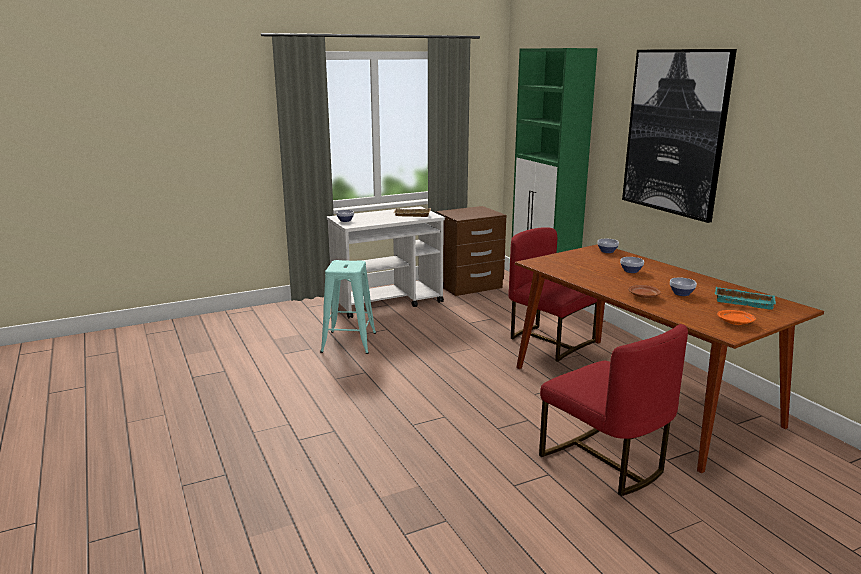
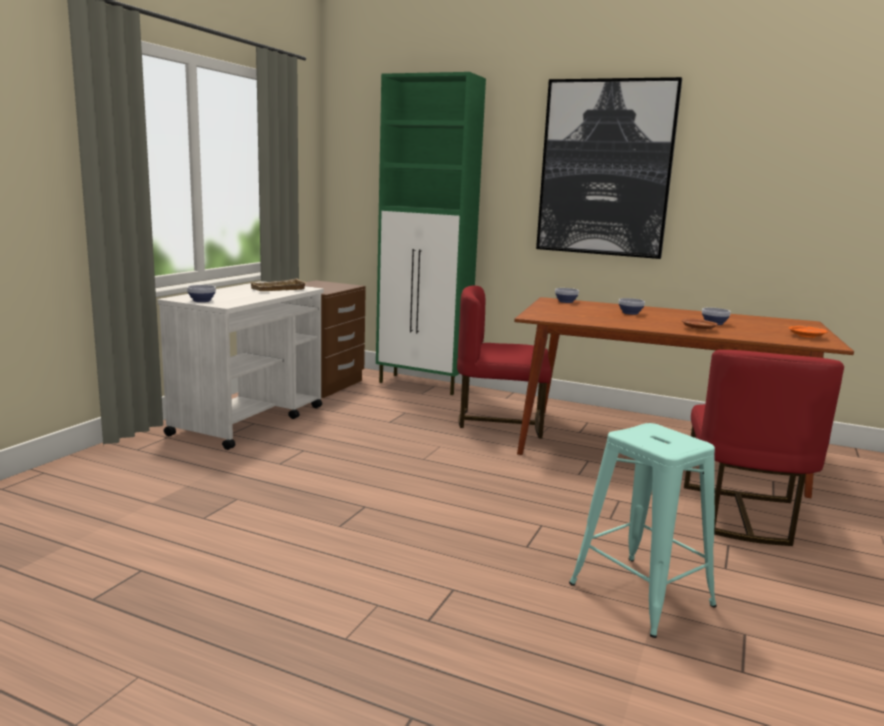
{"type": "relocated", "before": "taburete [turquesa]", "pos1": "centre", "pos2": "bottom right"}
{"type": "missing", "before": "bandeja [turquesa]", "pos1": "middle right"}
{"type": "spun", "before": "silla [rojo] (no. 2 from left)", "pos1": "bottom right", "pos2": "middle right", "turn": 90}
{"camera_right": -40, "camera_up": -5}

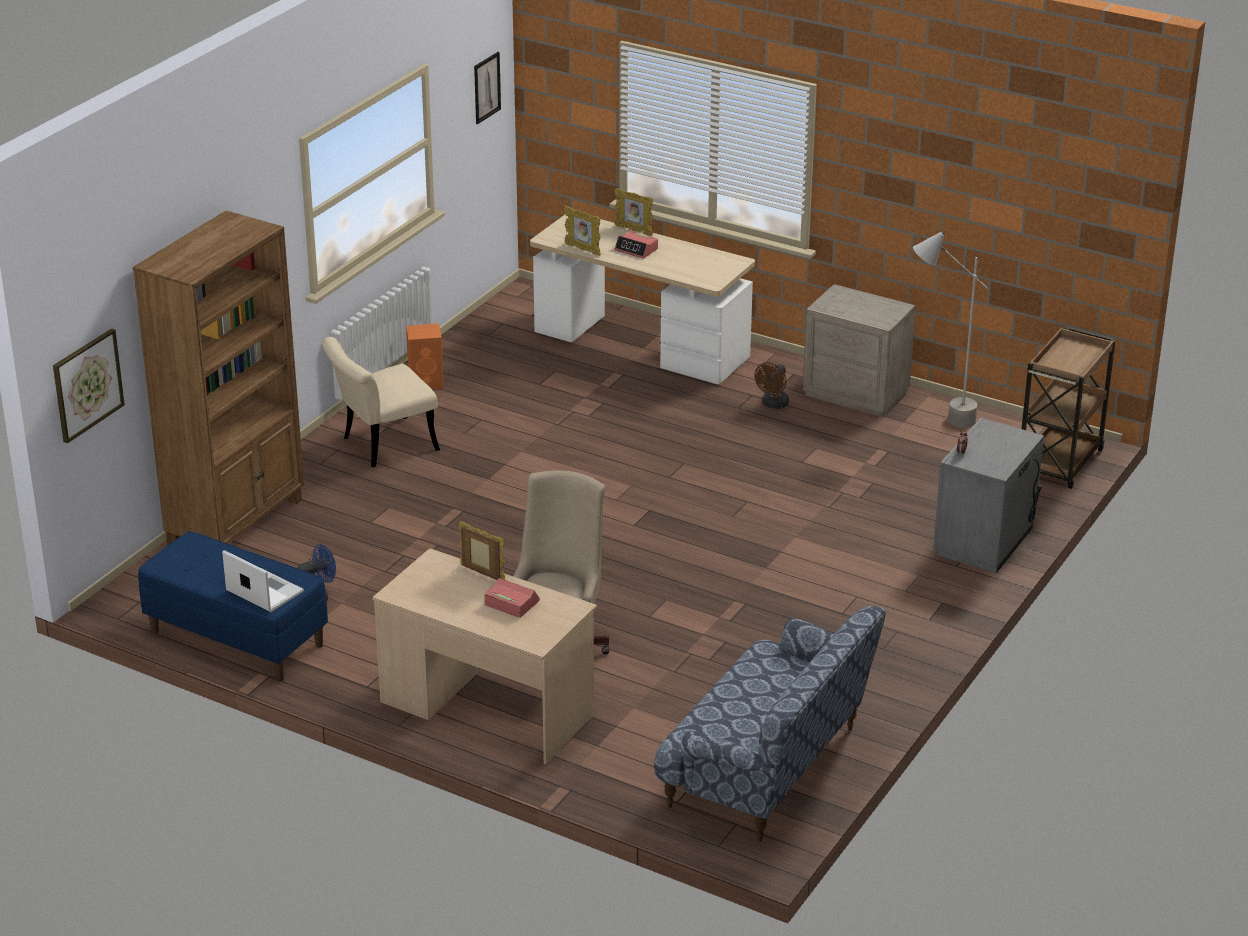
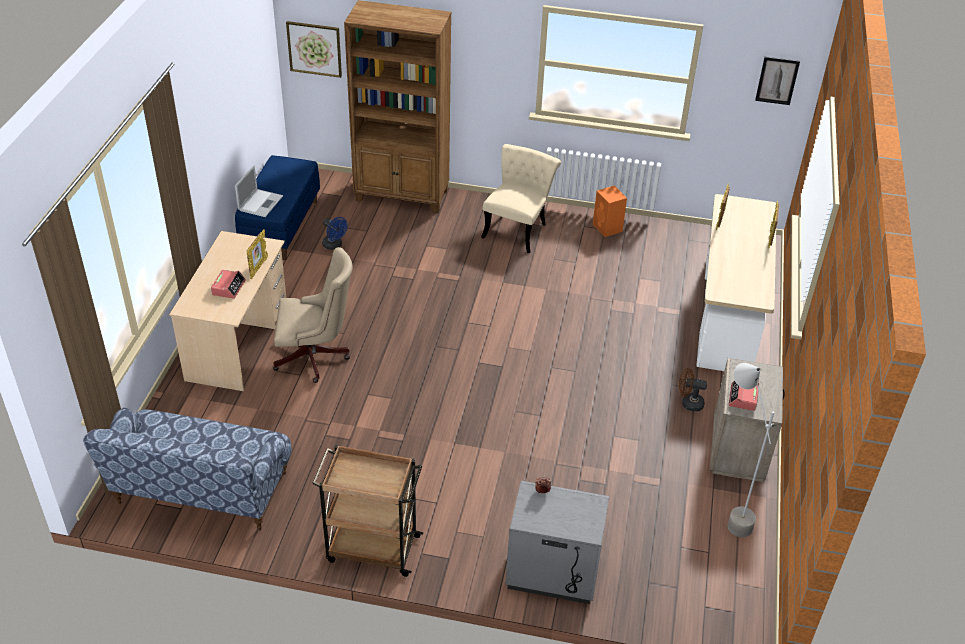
{"type": "relocated", "before": "despertador (no. 2 from left in the first image)", "after": "despertador (no. 3 from left)", "pos1": "top centre", "pos2": "middle right"}
{"type": "relocated", "before": "carrito [marrón]", "pos1": "middle right", "pos2": "bottom centre"}
{"type": "spun", "before": "silla [beis]", "pos1": "middle left", "pos2": "top centre", "turn": 75}
{"camera_right": 70, "camera_up": 10}

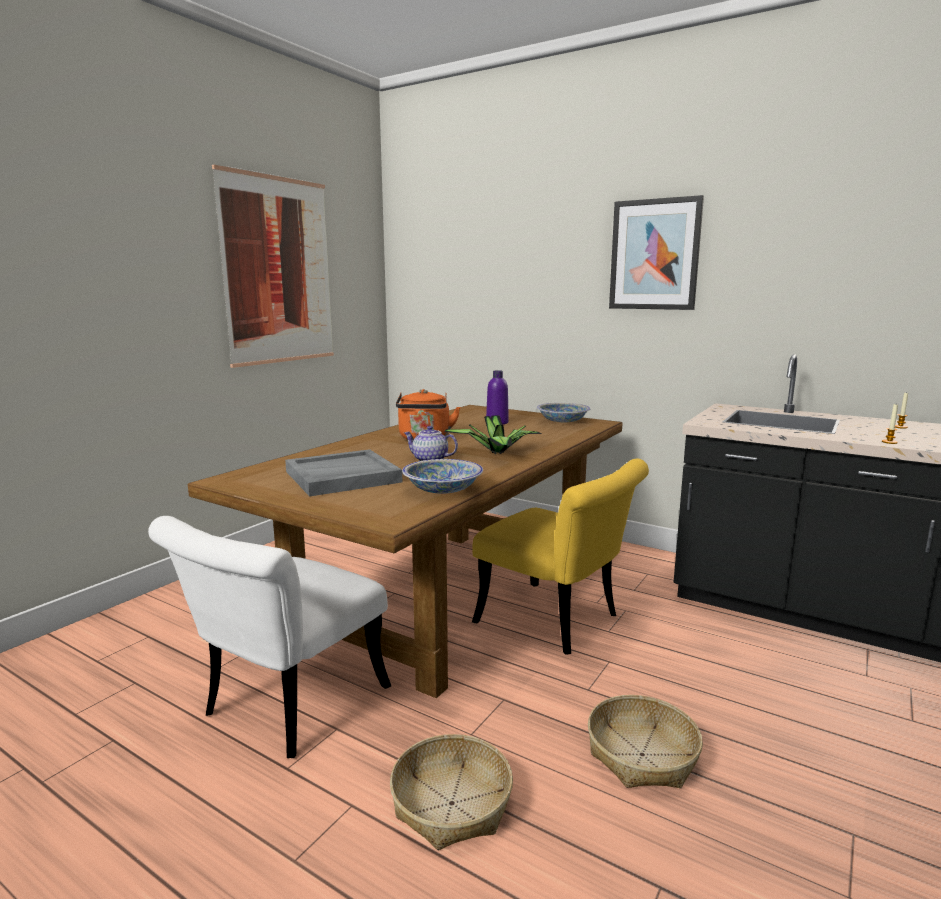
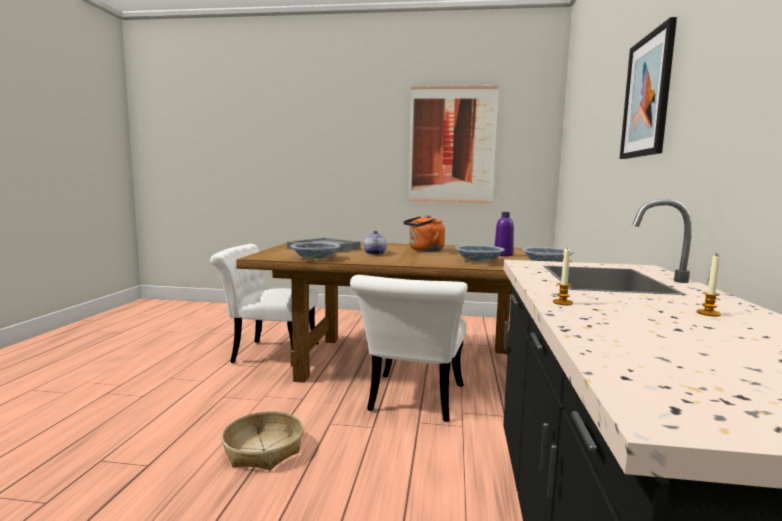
{"type": "missing", "before": "planta en maceta", "pos1": "centre"}
{"type": "colour", "before": "silla [amarillo]", "after": "silla [blanco] (no. 2 from left)", "pos1": "centre", "pos2": "bottom centre"}
{"type": "missing", "before": "cesta (no. 1 from left)", "pos1": "bottom centre"}
{"type": "appeared", "after": "cuenco (no. 2 from left)", "pos2": "centre"}
{"camera_right": 65, "camera_up": -5}

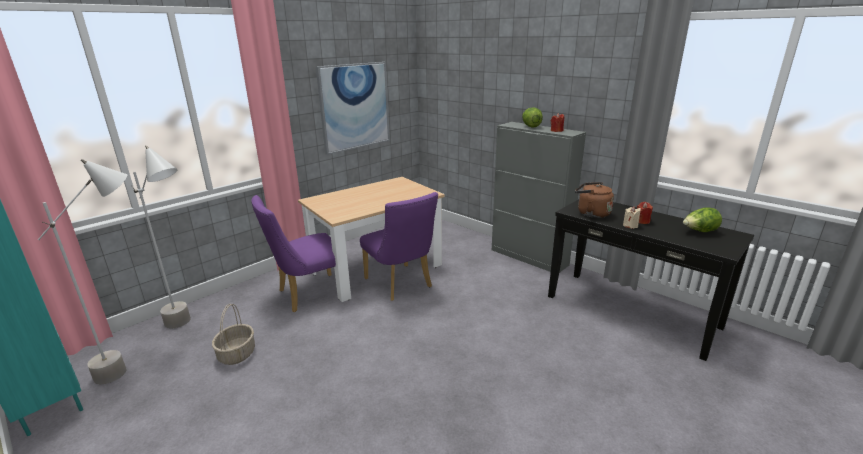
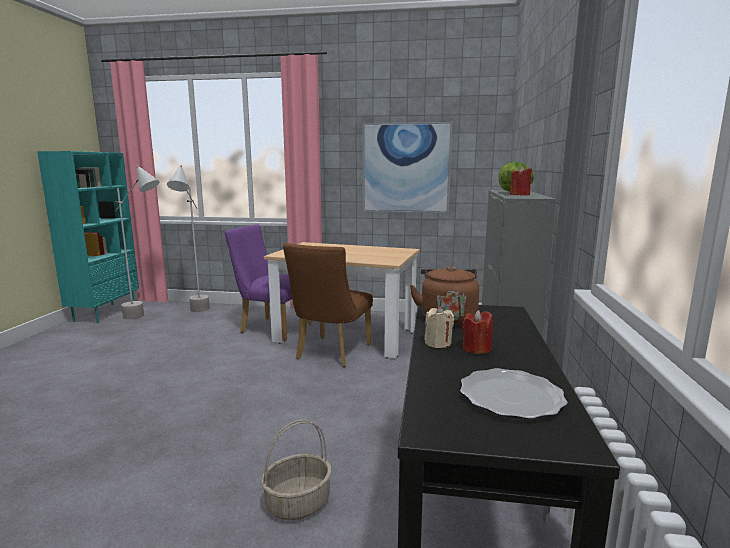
{"type": "colour", "before": "silla [morado] (no. 2 from left)", "after": "silla [marrón]", "pos1": "centre", "pos2": "centre"}
{"type": "exchanged", "before": "lechuga (no. 2 from left)", "after": "plato", "pos1": "middle right", "pos2": "bottom right"}
{"type": "relocated", "before": "cesta", "pos1": "bottom left", "pos2": "bottom centre"}
{"camera_right": 55, "camera_up": -10}

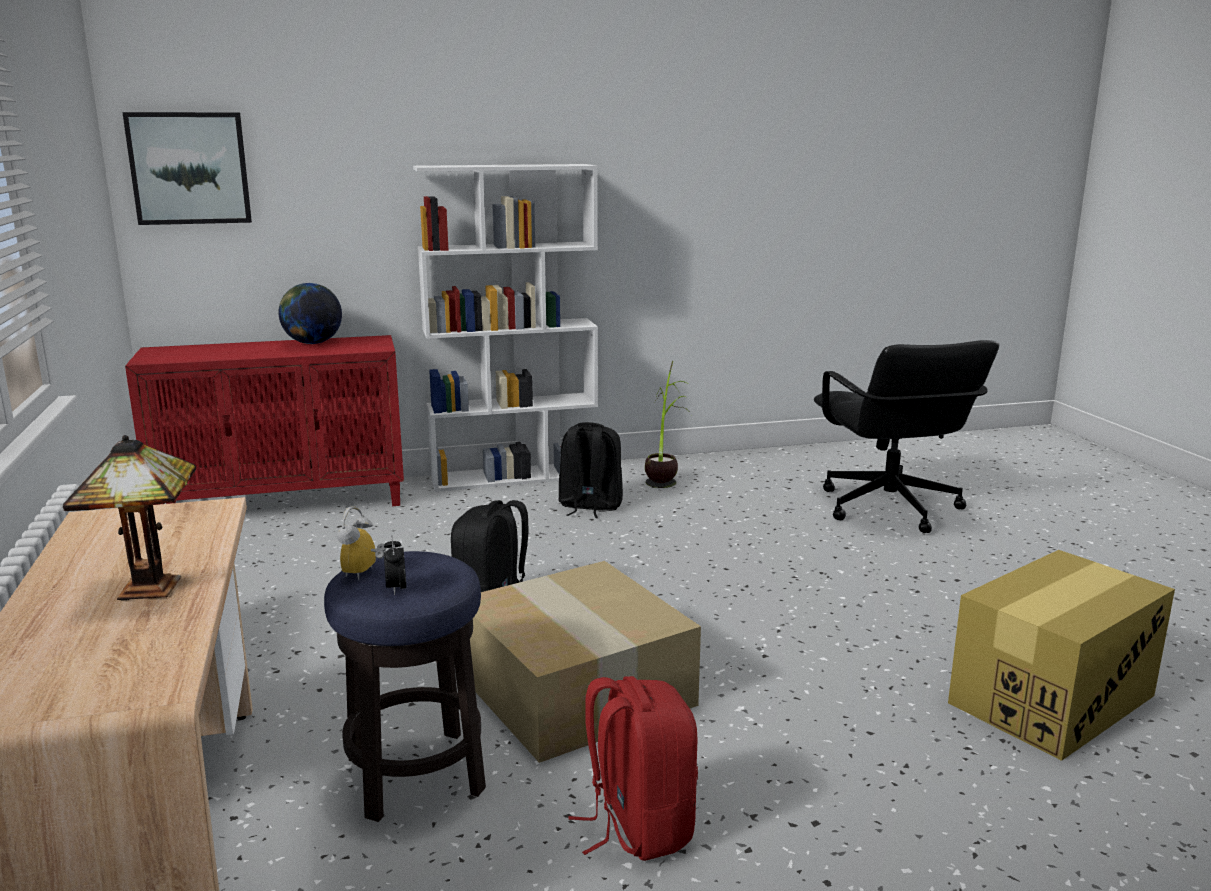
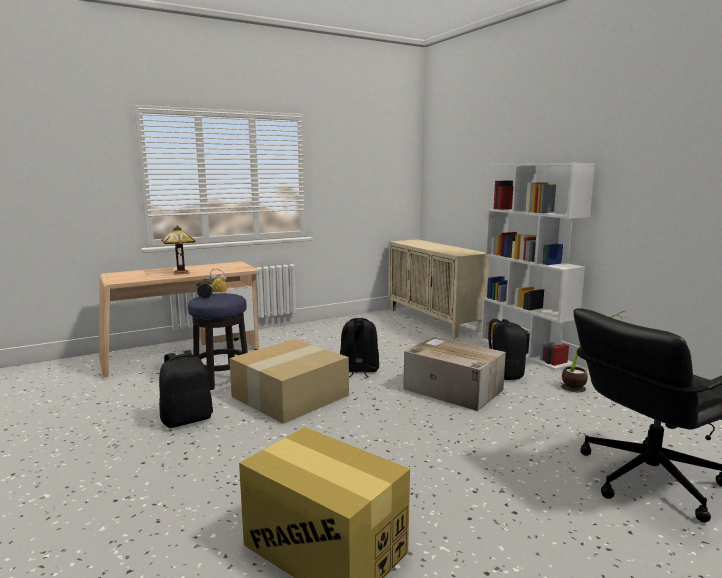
{"type": "missing", "before": "cuadro", "pos1": "top left"}
{"type": "missing", "before": "globo terráqueo", "pos1": "middle left"}
{"type": "colour", "before": "armario [rojo]", "after": "armario [beis]", "pos1": "middle left", "pos2": "centre"}
{"type": "colour", "before": "mochila [rojo]", "after": "mochila [negro] (no. 1 from left)", "pos1": "bottom centre", "pos2": "bottom left"}
{"type": "appeared", "after": "caja de cartón (no. 3 from left)", "pos2": "centre"}
{"camera_right": 75, "camera_up": -5}

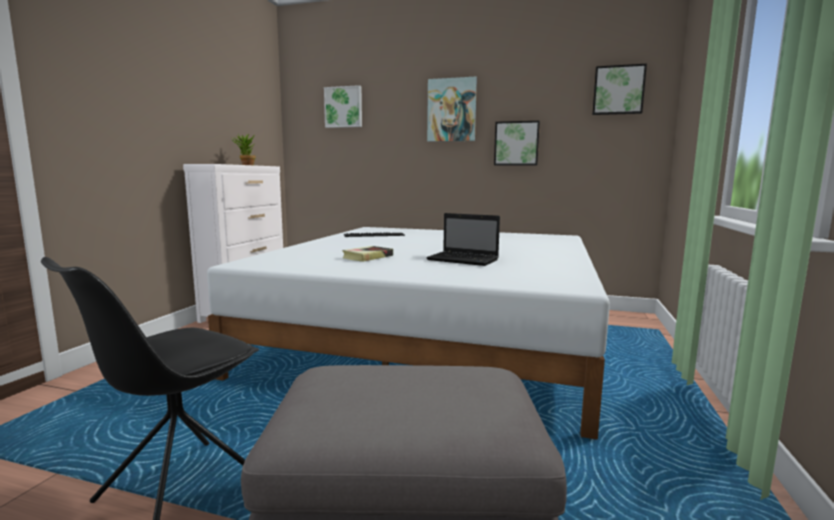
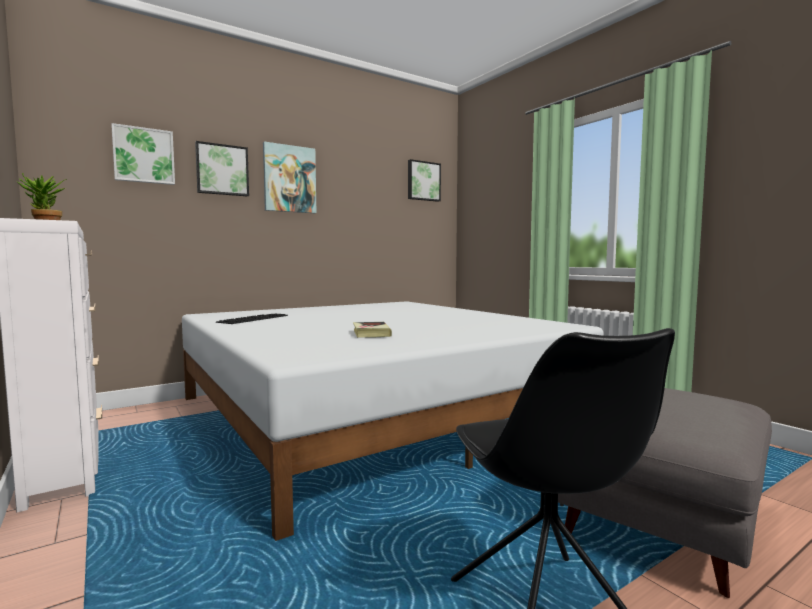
{"type": "relocated", "before": "cuadro (no. 3 from left in the first image)", "after": "cuadro (no. 2 from left)", "pos1": "top centre", "pos2": "top left"}
{"type": "missing", "before": "portátil", "pos1": "centre"}
{"camera_right": -50, "camera_up": -5}

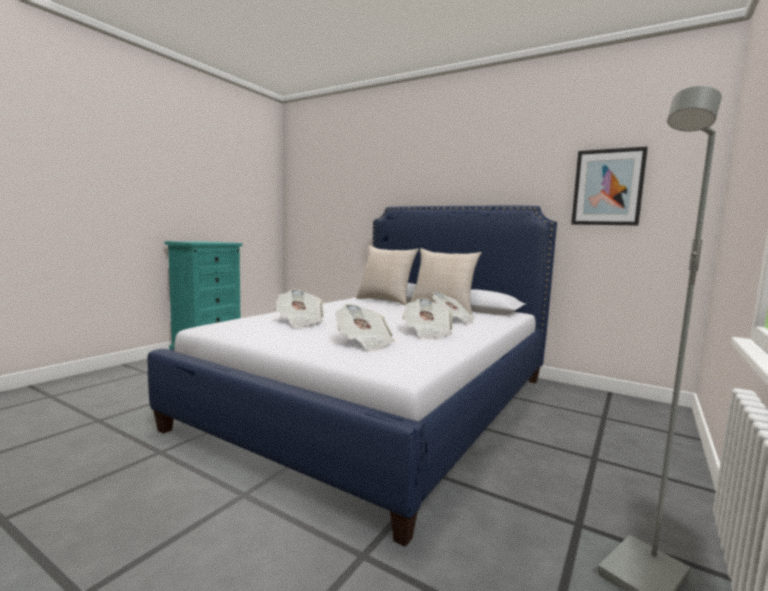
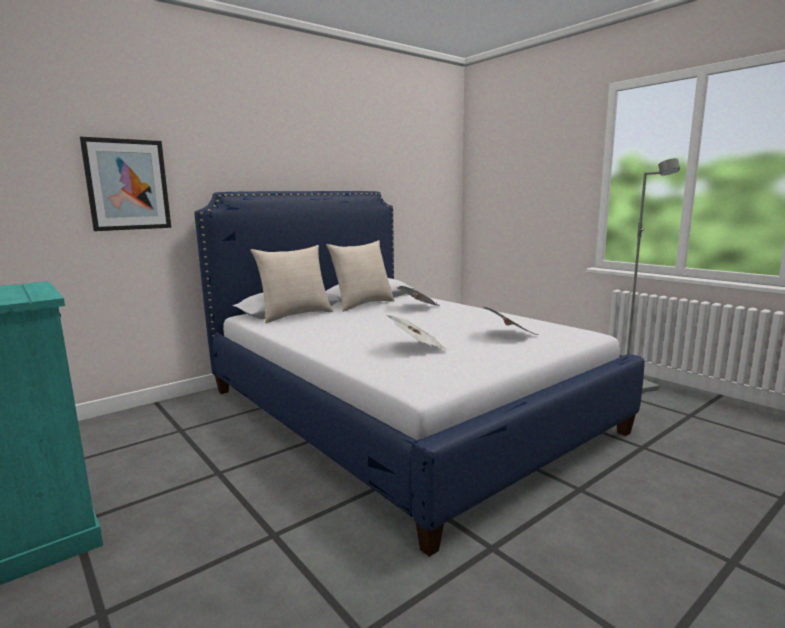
{"type": "relocated", "before": "cuadro", "pos1": "top right", "pos2": "top left"}
{"type": "missing", "before": "periódico (no. 3 from left)", "pos1": "centre"}
{"camera_right": -70, "camera_up": 5}

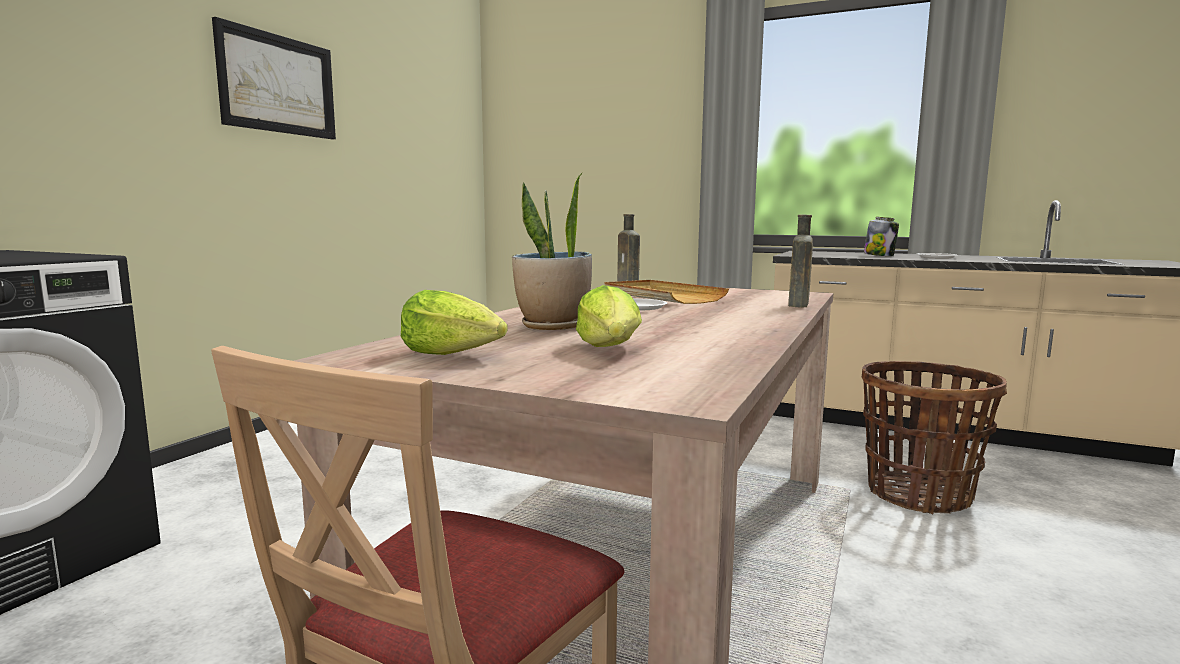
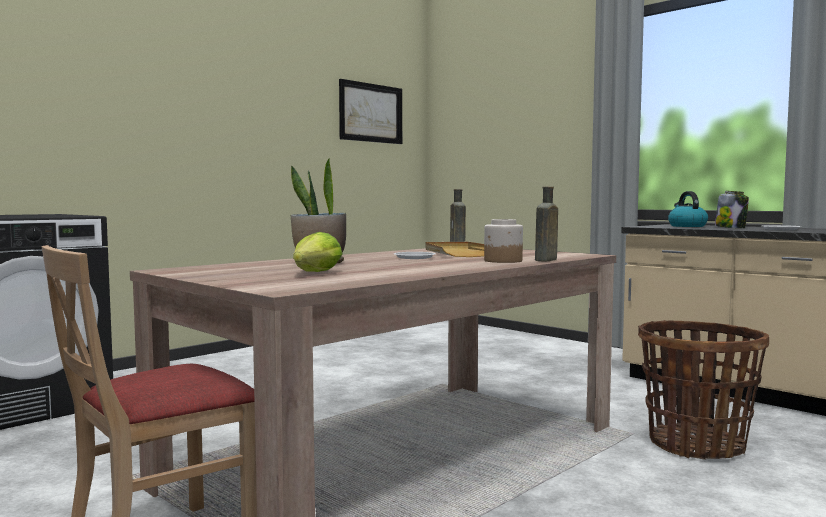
{"type": "relocated", "before": "cuadro", "pos1": "top left", "pos2": "top centre"}
{"type": "missing", "before": "lechuga (no. 1 from left)", "pos1": "centre"}
{"type": "appeared", "after": "hervidor", "pos2": "middle right"}
{"type": "appeared", "after": "tarro (no. 1 from left)", "pos2": "centre"}
{"camera_right": 20, "camera_up": -5}

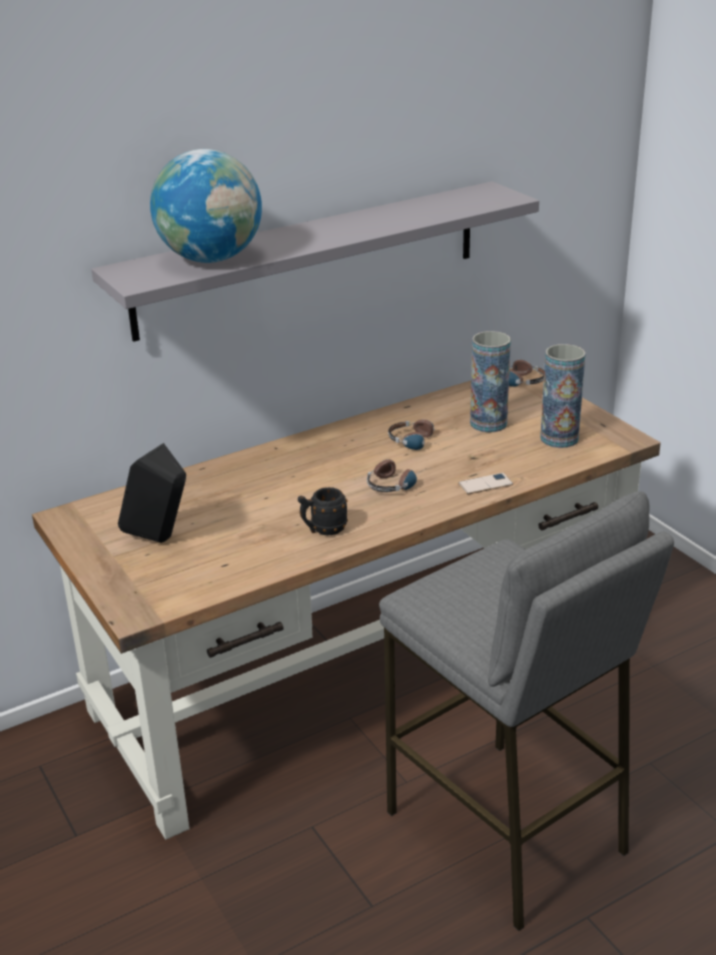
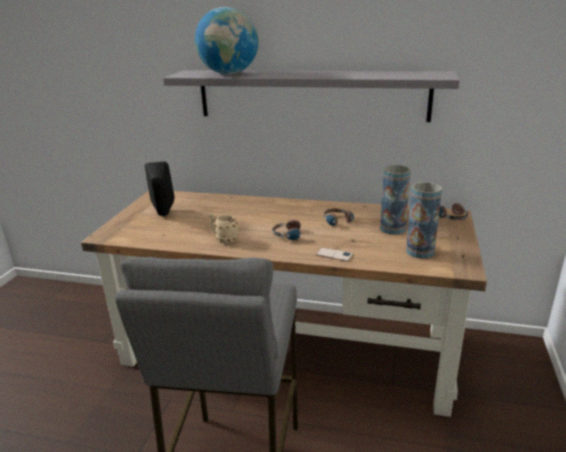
{"type": "colour", "before": "taza grande [negro]", "after": "taza grande [beis]", "pos1": "centre", "pos2": "centre"}
{"camera_right": 45, "camera_up": -5}

